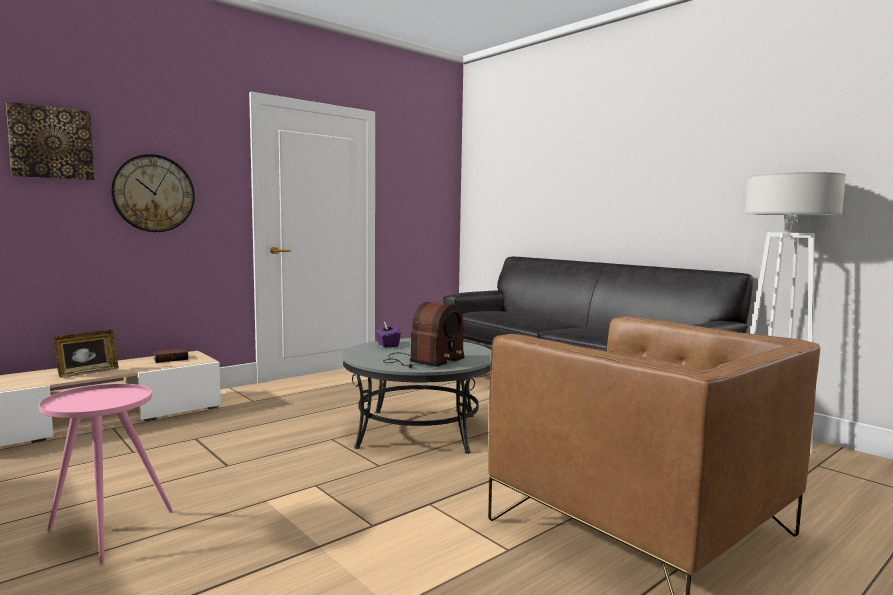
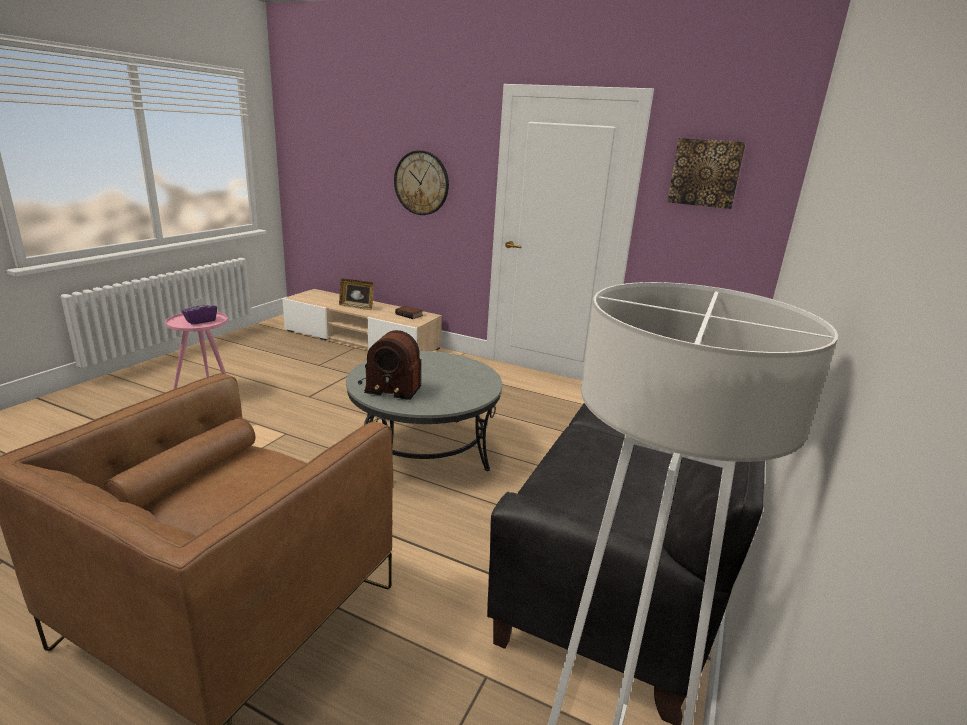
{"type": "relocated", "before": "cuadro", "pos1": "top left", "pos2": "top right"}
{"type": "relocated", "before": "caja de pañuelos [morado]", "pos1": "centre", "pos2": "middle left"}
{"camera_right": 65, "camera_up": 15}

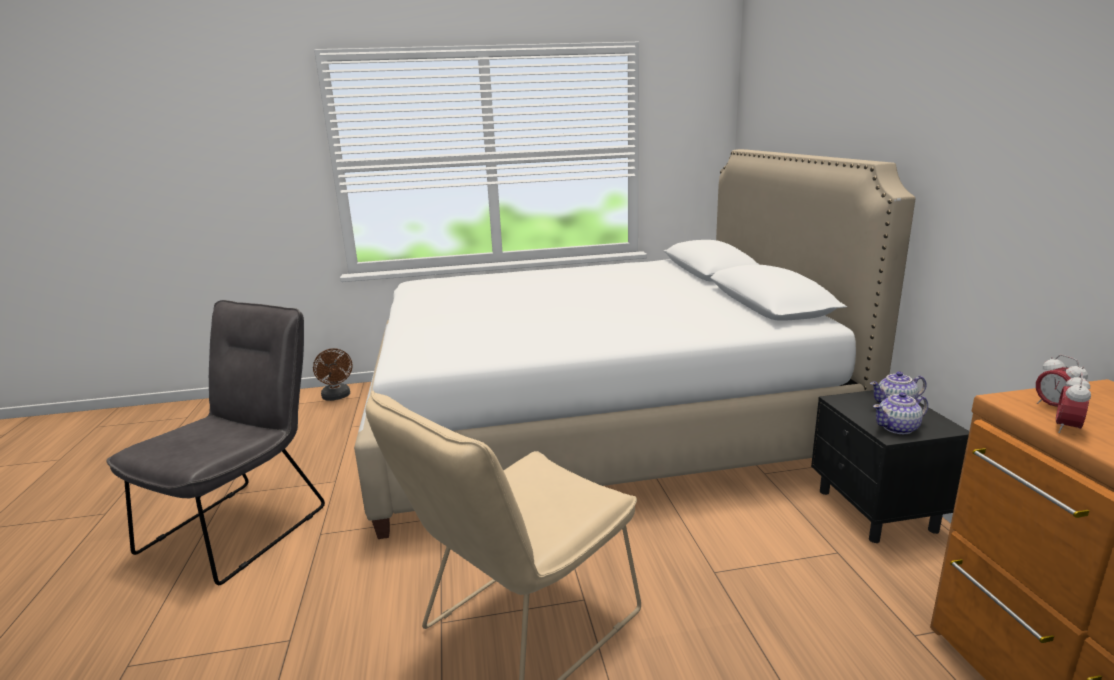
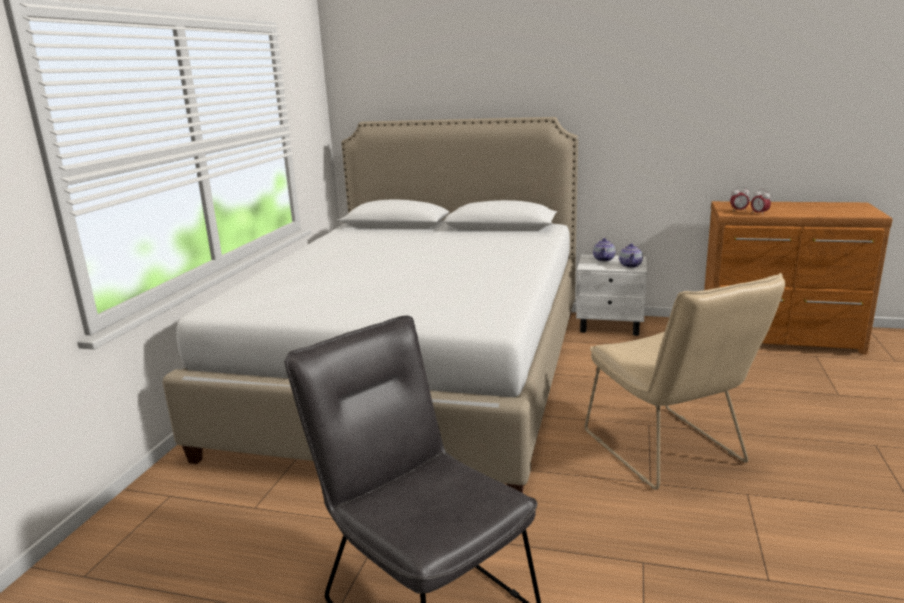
{"type": "missing", "before": "ventilador [marrón]", "pos1": "middle left"}
{"type": "colour", "before": "mesita de noche [negro]", "after": "mesita de noche [blanco]", "pos1": "bottom right", "pos2": "middle right"}
{"camera_right": -65, "camera_up": 0}

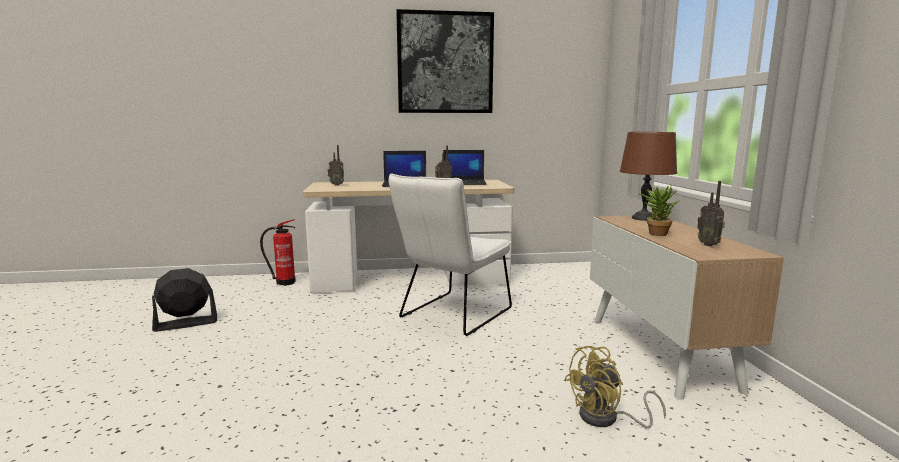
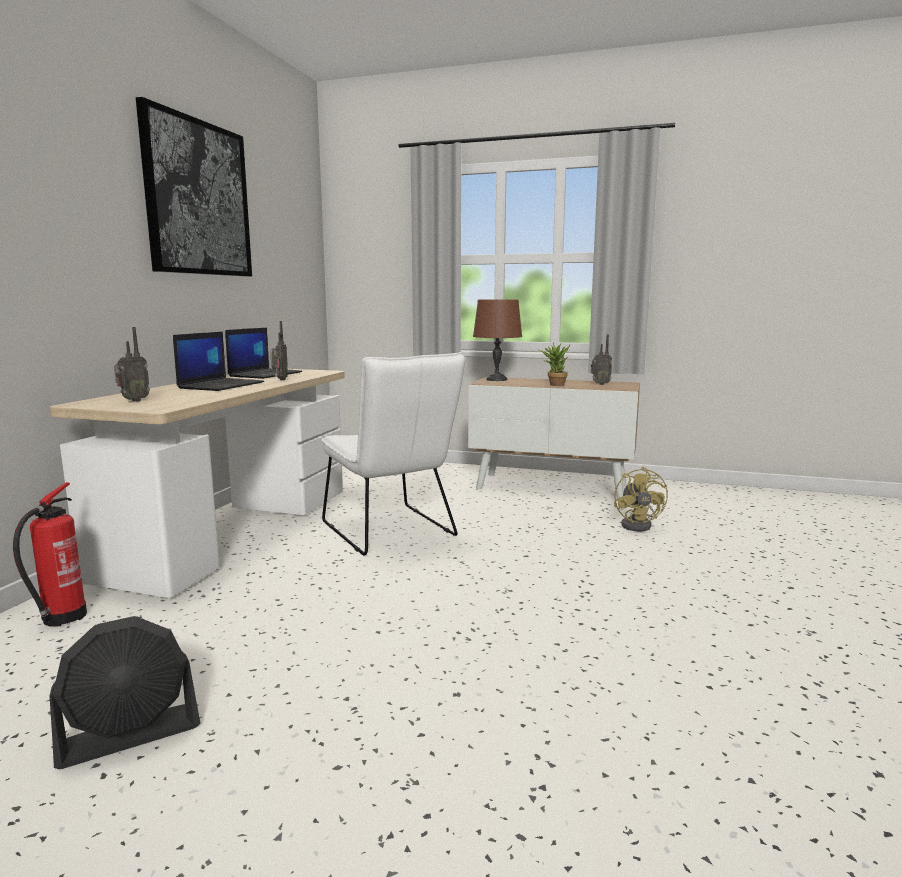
{"type": "spun", "before": "ventilador [negro]", "pos1": "middle left", "pos2": "bottom left", "turn": -120}
{"camera_right": -65, "camera_up": 0}

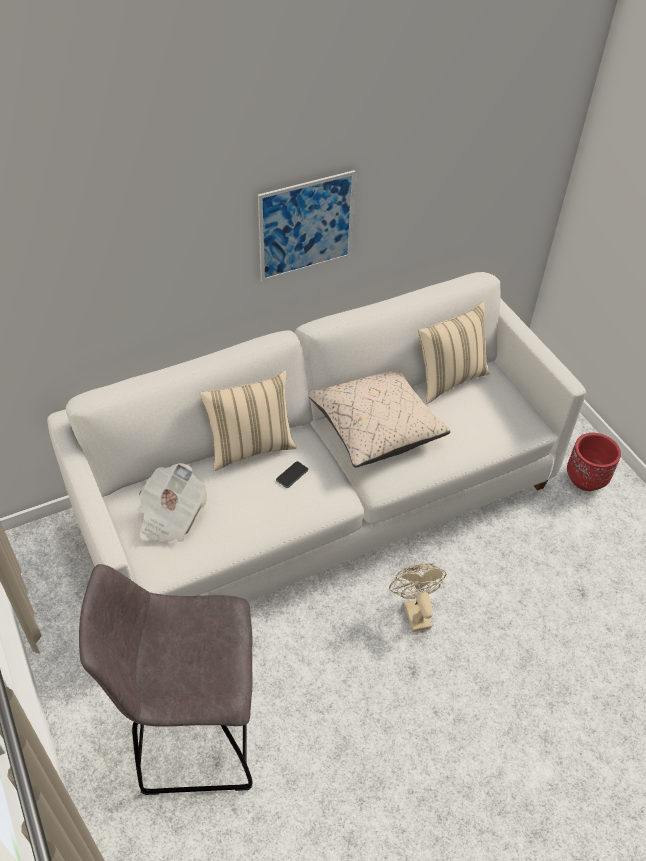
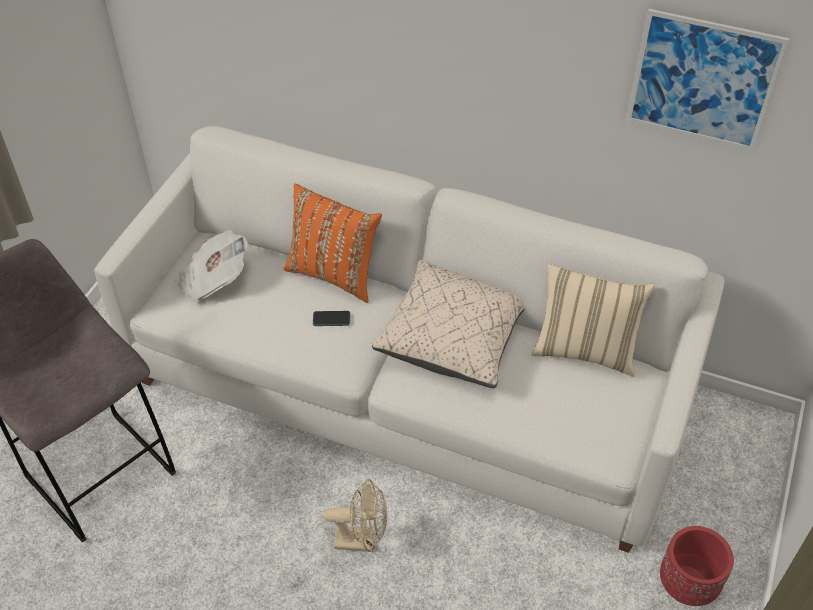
{"type": "relocated", "before": "cuadro", "pos1": "top centre", "pos2": "top right"}
{"type": "colour", "before": "cojín [beis] (no. 1 from left)", "after": "cojín [naranja]", "pos1": "centre", "pos2": "centre"}
{"type": "spun", "before": "ventilador [beis]", "pos1": "bottom centre", "pos2": "bottom centre", "turn": 60}
{"camera_right": 50, "camera_up": 0}

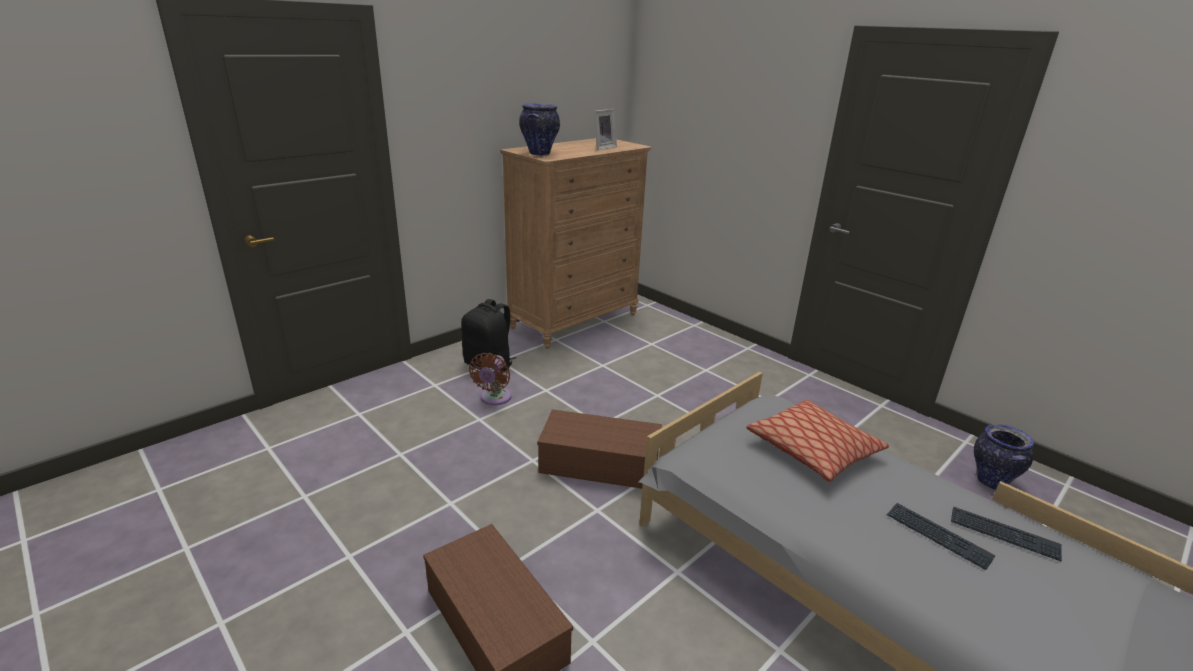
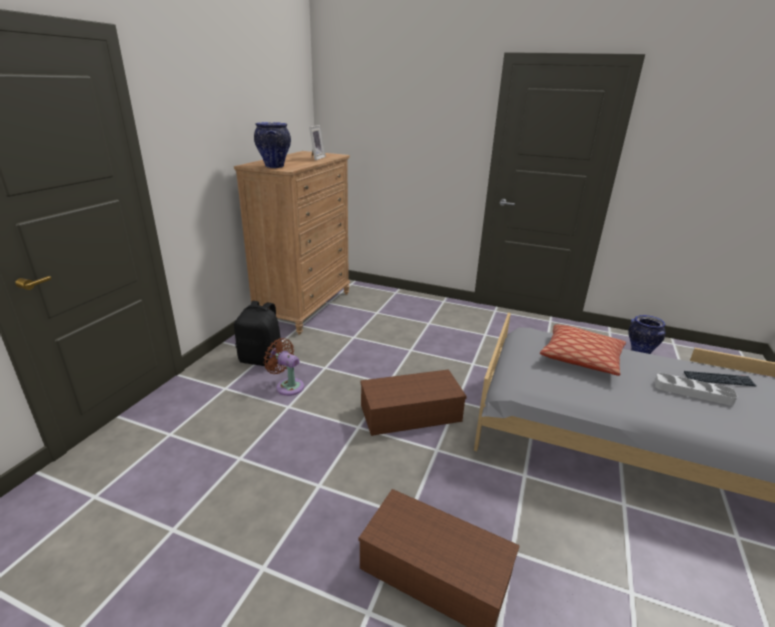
{"type": "spun", "before": "ventilador [marrón]", "pos1": "centre", "pos2": "centre", "turn": 135}
{"type": "exchanged", "before": "teclado (no. 1 from left)", "after": "bandeja [gris]", "pos1": "bottom right", "pos2": "middle right"}
{"camera_right": -25, "camera_up": 0}

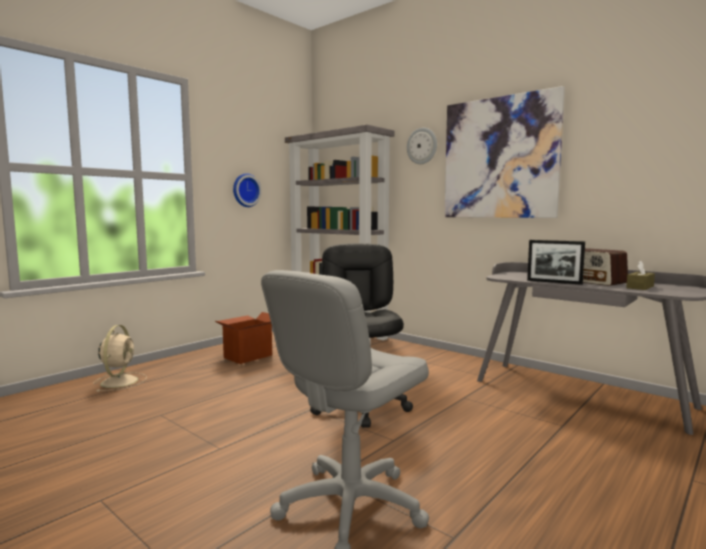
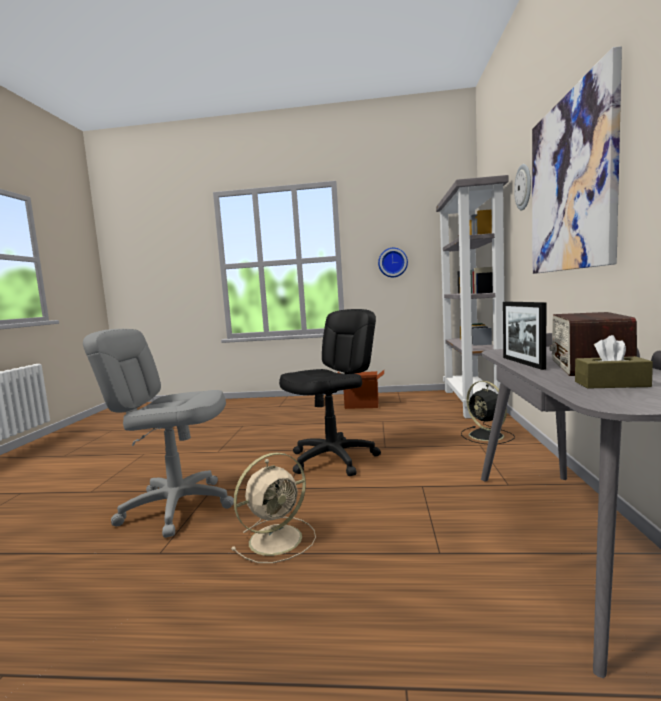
{"type": "relocated", "before": "ventilador [beis]", "pos1": "middle left", "pos2": "bottom centre"}
{"type": "appeared", "after": "ventilador [negro]", "pos2": "middle right"}
{"camera_right": 55, "camera_up": 0}

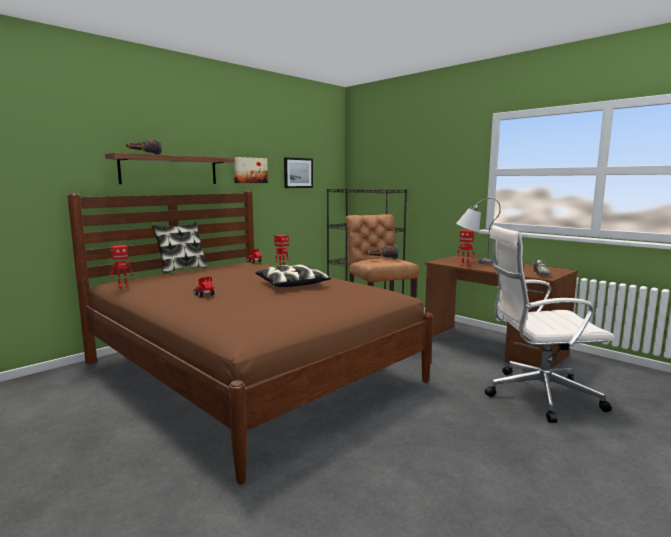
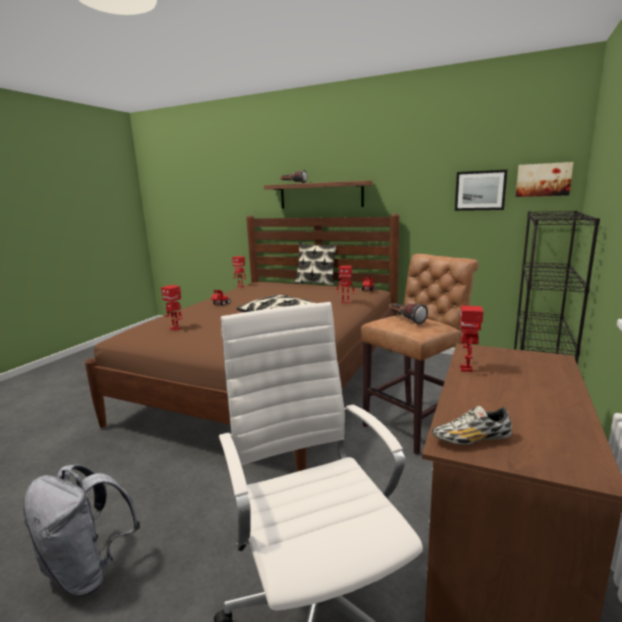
{"type": "relocated", "before": "cuadro (no. 1 from left in the first image)", "after": "cuadro (no. 2 from left)", "pos1": "top centre", "pos2": "top right"}
{"type": "missing", "before": "lámpara de mesa [gris]", "pos1": "middle right"}
{"type": "appeared", "after": "robot de juguete (no. 1 from left)", "pos2": "middle left"}
{"type": "appeared", "after": "mochila [gris]", "pos2": "bottom left"}
{"camera_right": 70, "camera_up": 5}

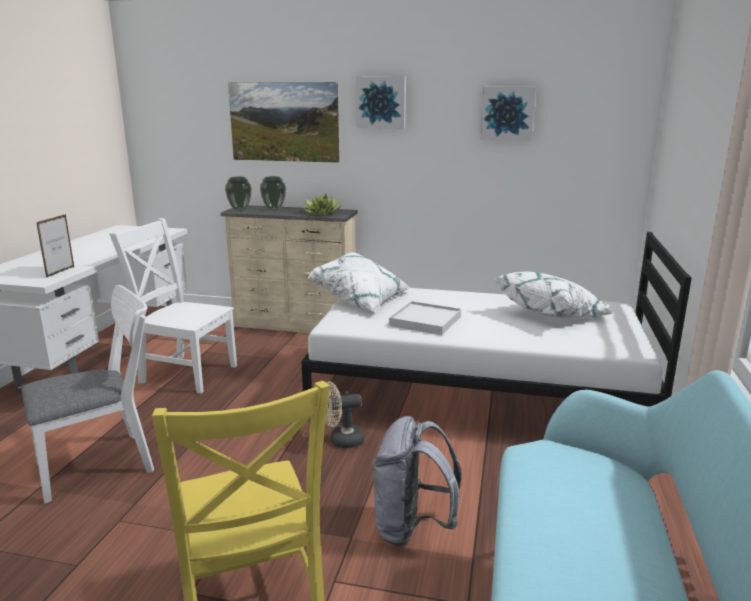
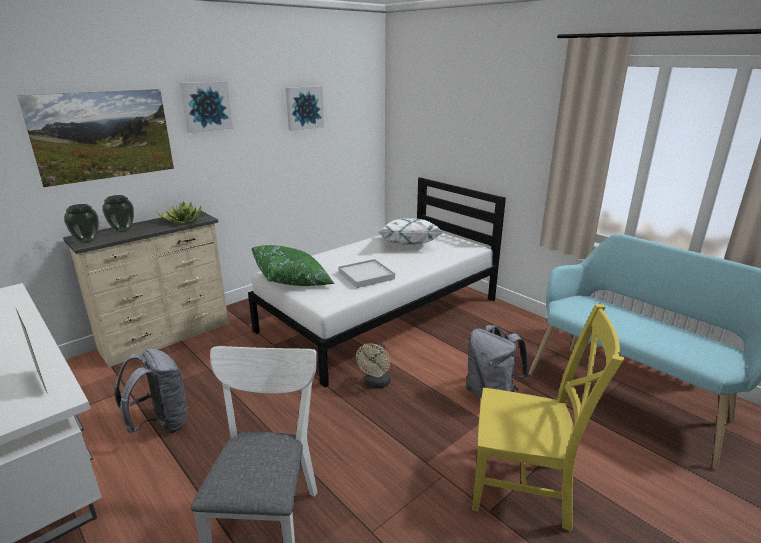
{"type": "exchanged", "before": "silla [blanco] (no. 2 from left)", "after": "mochila [gris] (no. 1 from left)", "pos1": "middle left", "pos2": "bottom left"}
{"type": "colour", "before": "cojín [blanco] (no. 1 from left)", "after": "cojín [verde]", "pos1": "centre", "pos2": "centre"}
{"camera_right": -55, "camera_up": 5}

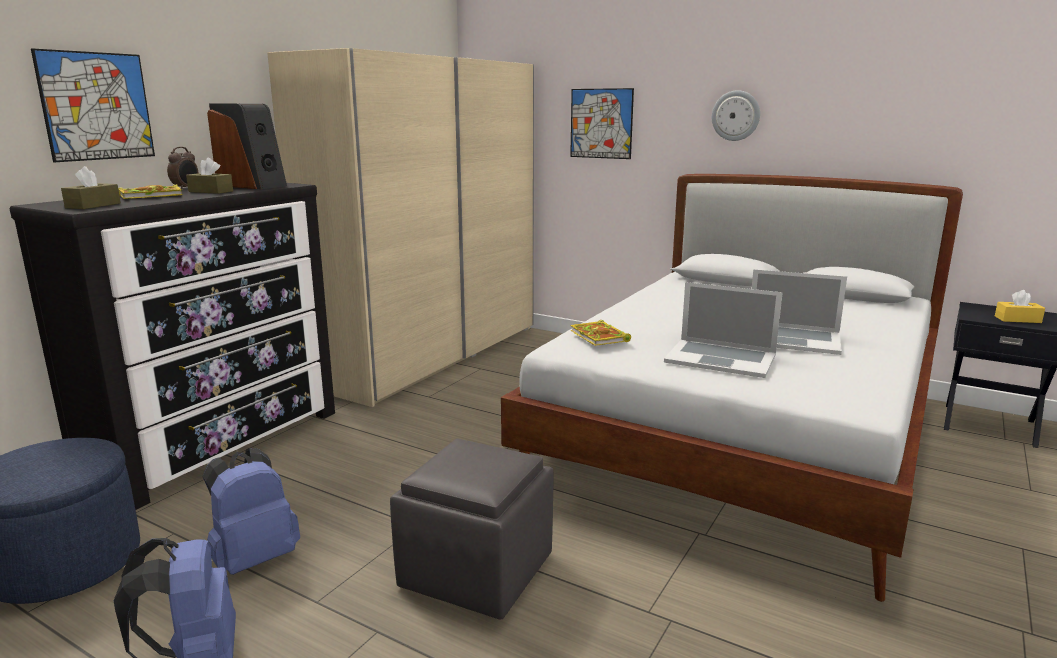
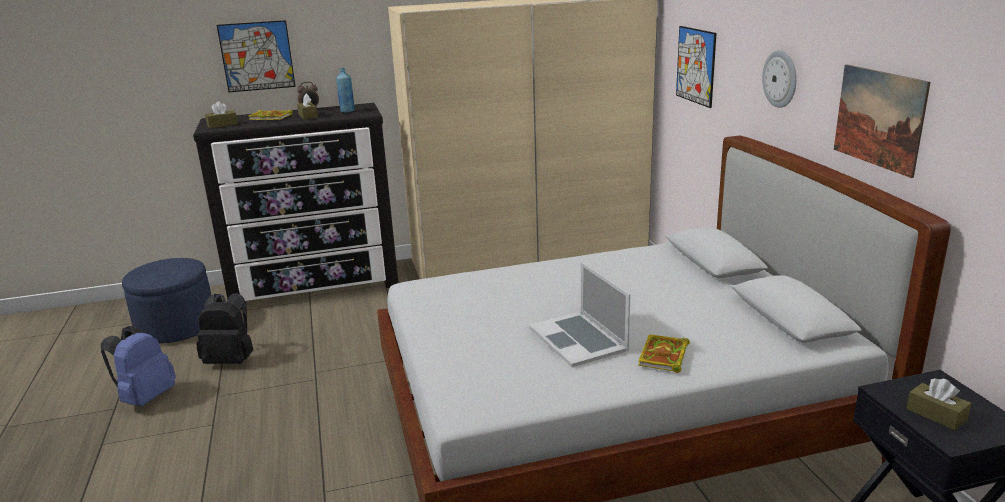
{"type": "exchanged", "before": "altavoz", "after": "botella [azul]", "pos1": "top left", "pos2": "top centre"}
{"type": "missing", "before": "portátil (no. 1 from left)", "pos1": "middle right"}
{"type": "colour", "before": "caja de pañuelos [amarillo]", "after": "caja de pañuelos [marrón] (no. 3 from left)", "pos1": "middle right", "pos2": "bottom right"}
{"type": "relocated", "before": "libro (no. 2 from left)", "pos1": "centre", "pos2": "bottom centre"}
{"type": "missing", "before": "puf [gris]", "pos1": "bottom centre"}
{"type": "colour", "before": "mochila [azul] (no. 2 from left)", "after": "mochila [negro]", "pos1": "bottom left", "pos2": "middle left"}
{"type": "appeared", "after": "cuadro (no. 3 from left)", "pos2": "top right"}
{"camera_right": 45, "camera_up": 5}

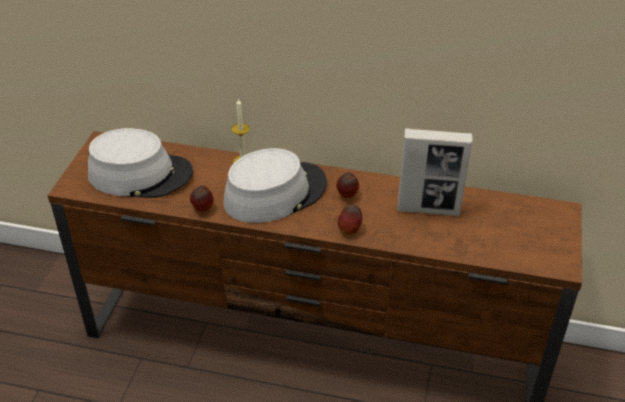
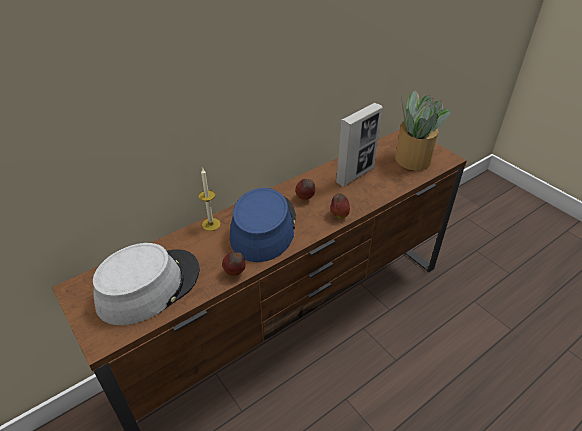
{"type": "colour", "before": "sombrero [gris] (no. 2 from left)", "after": "sombrero [azul]", "pos1": "centre", "pos2": "centre"}
{"type": "appeared", "after": "planta en maceta", "pos2": "top right"}
{"camera_right": -50, "camera_up": 0}

